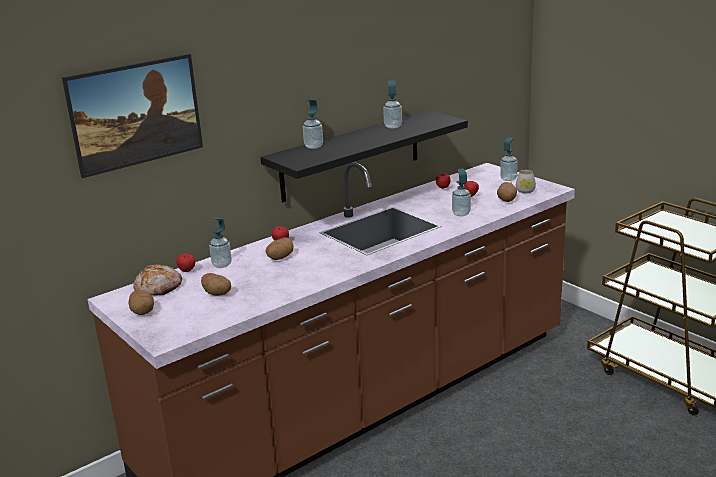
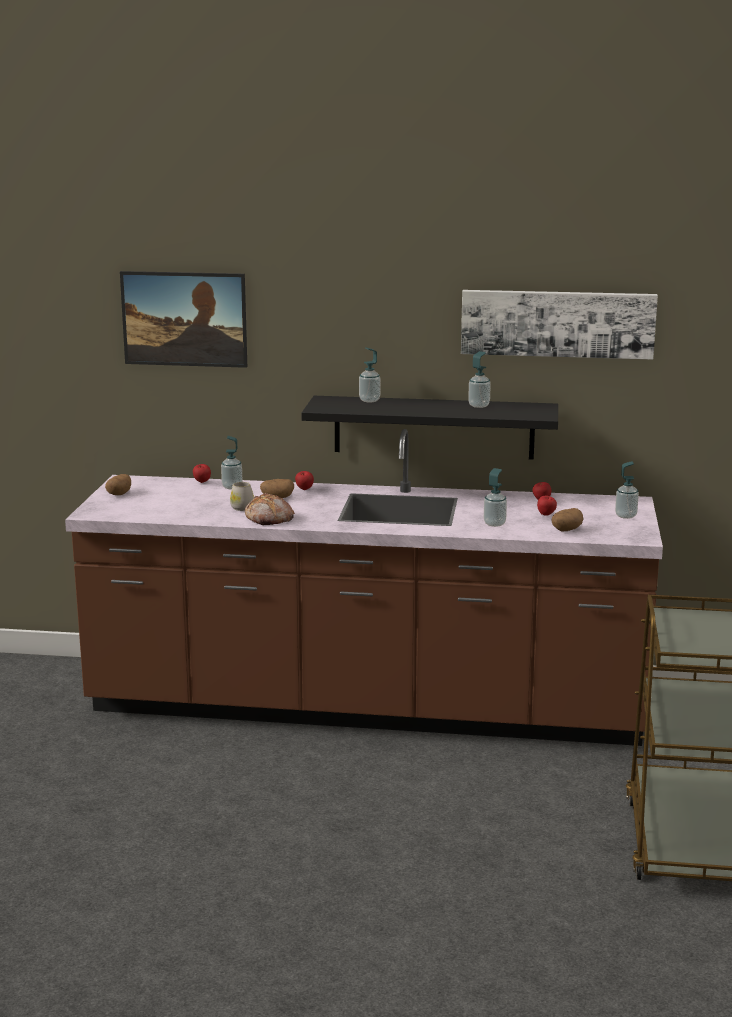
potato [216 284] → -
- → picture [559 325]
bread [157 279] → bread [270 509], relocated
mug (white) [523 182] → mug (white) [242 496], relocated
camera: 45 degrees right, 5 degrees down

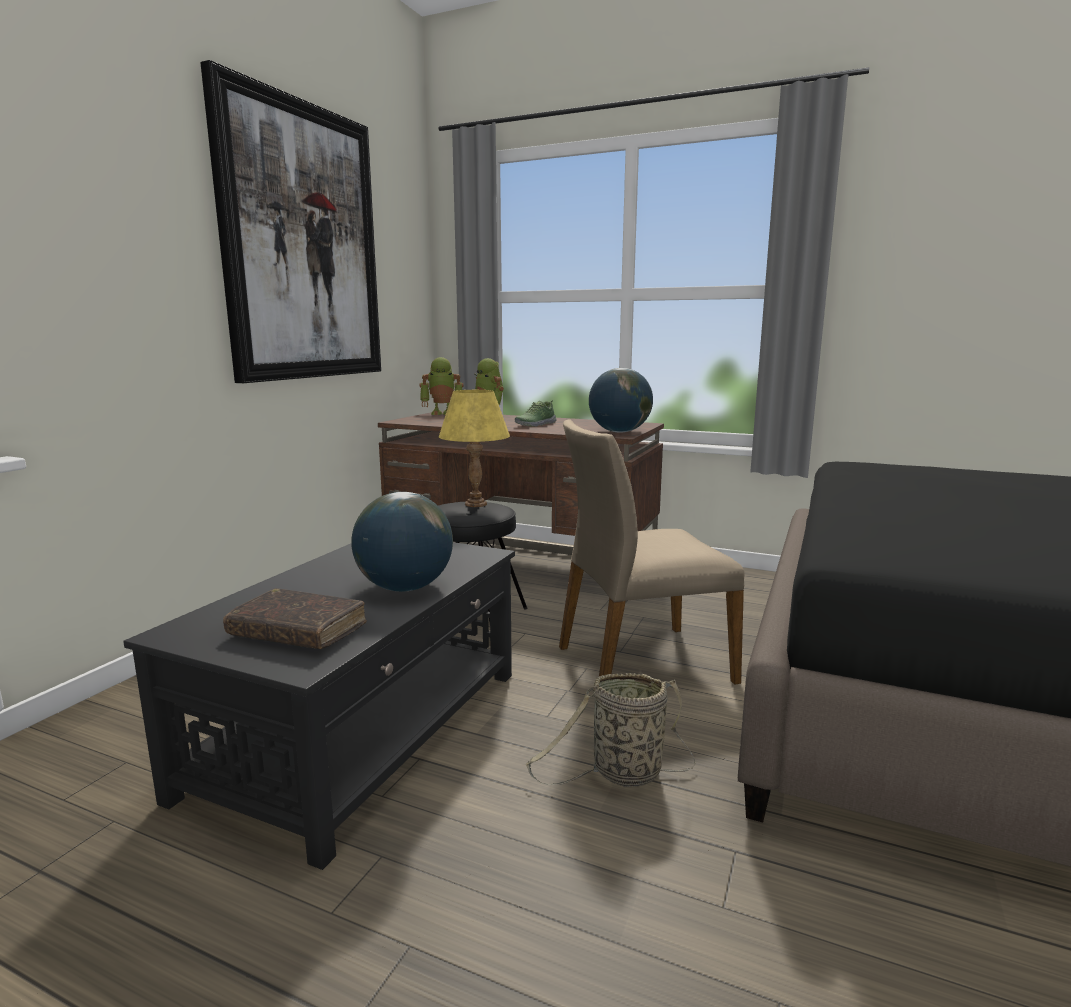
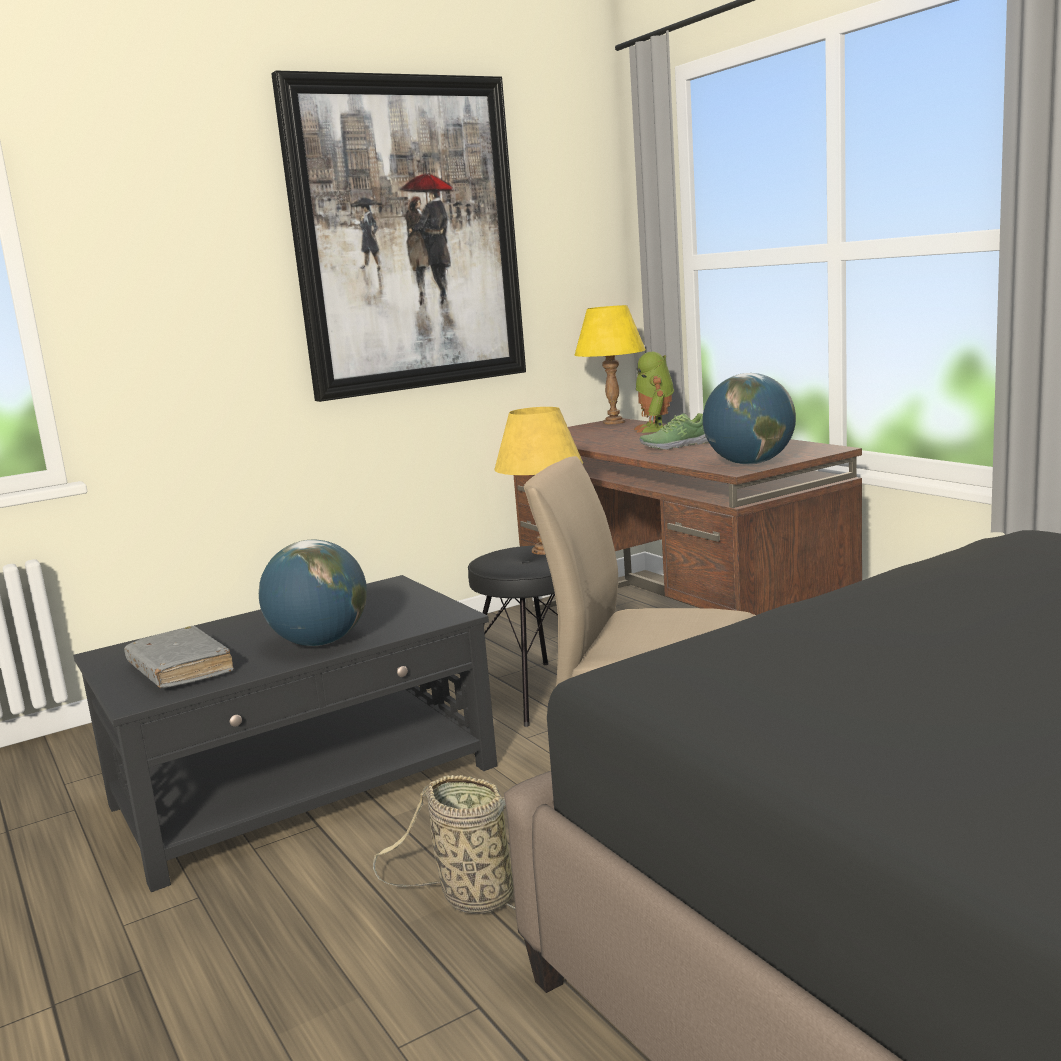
toy robot [441 386] → table lamp (yellow) [610 364]
book (brown) [295 618] → book (grey) [179 657]
camera: 35 degrees right, 0 degrees up

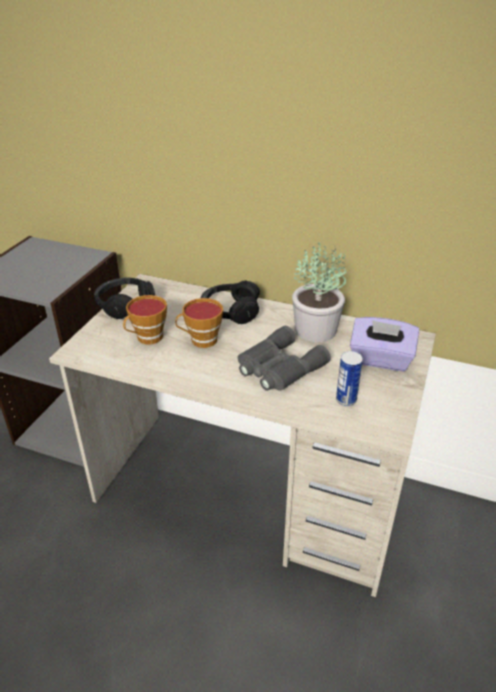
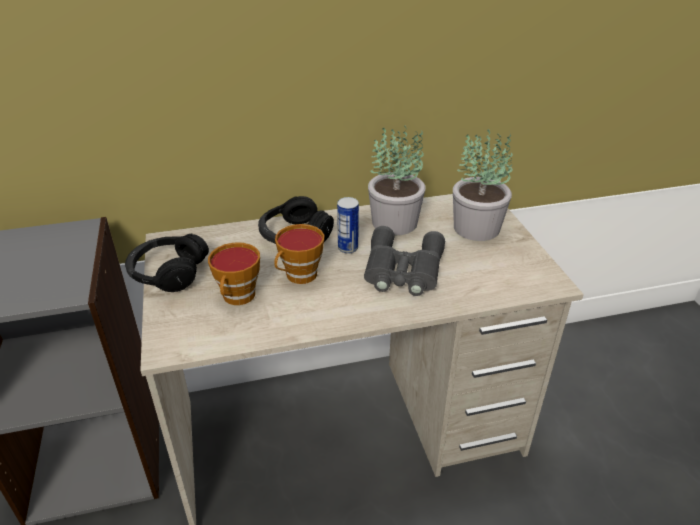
can [349 378] → can [348 225], relocated
tissue box (purple) [384 344] → potted plant [483 185]
camera: 35 degrees left, 0 degrees up

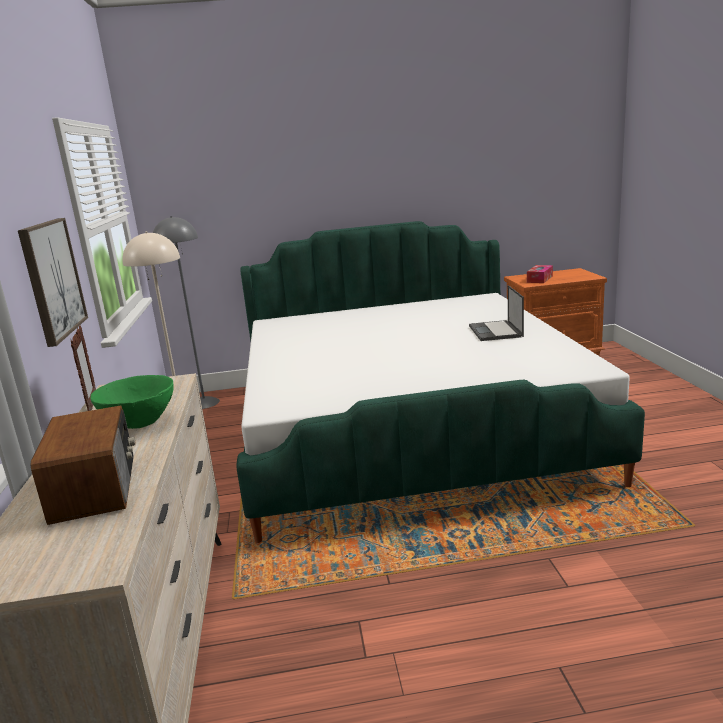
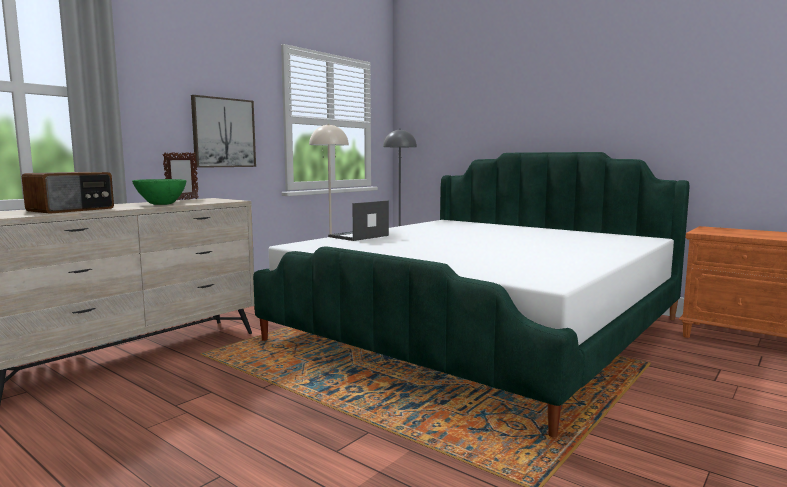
tissue box [540 274] → -
laptop [496 313] → laptop [358 221], relocated
camera: 45 degrees right, 10 degrees down

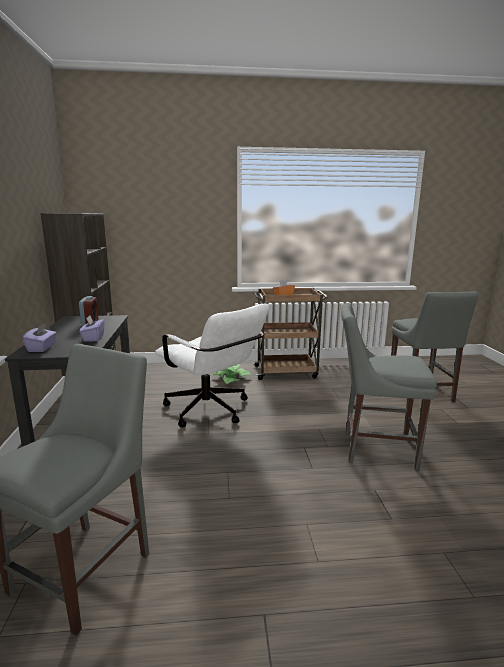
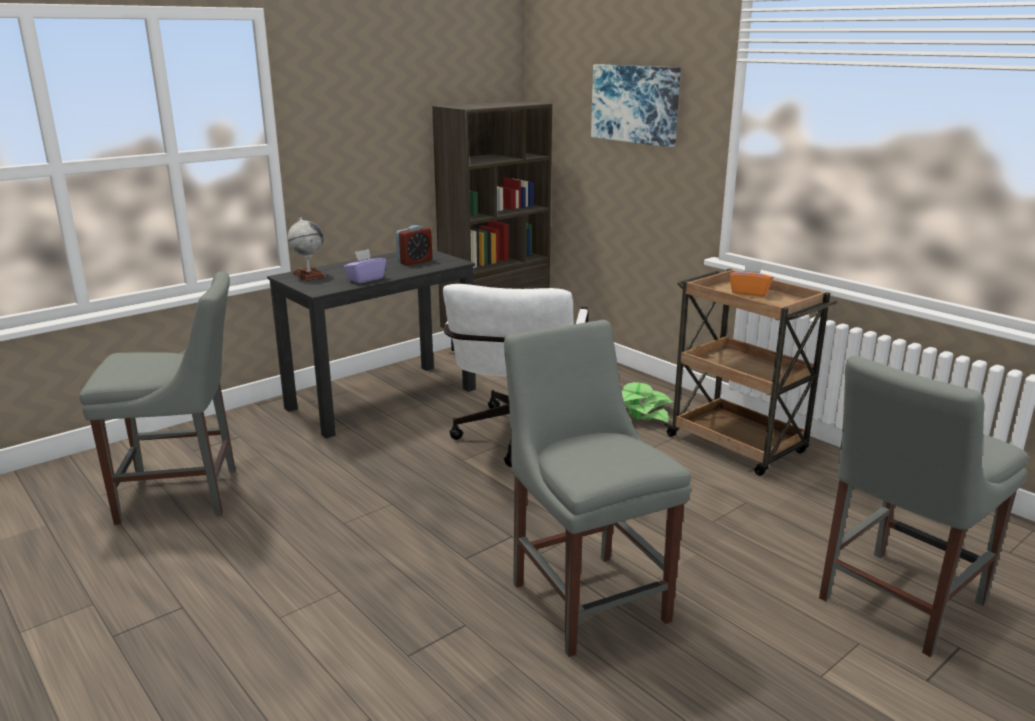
- → picture [636 105]
tissue box (purple) [39 337] → globe [307 249]
camera: 55 degrees right, 5 degrees up

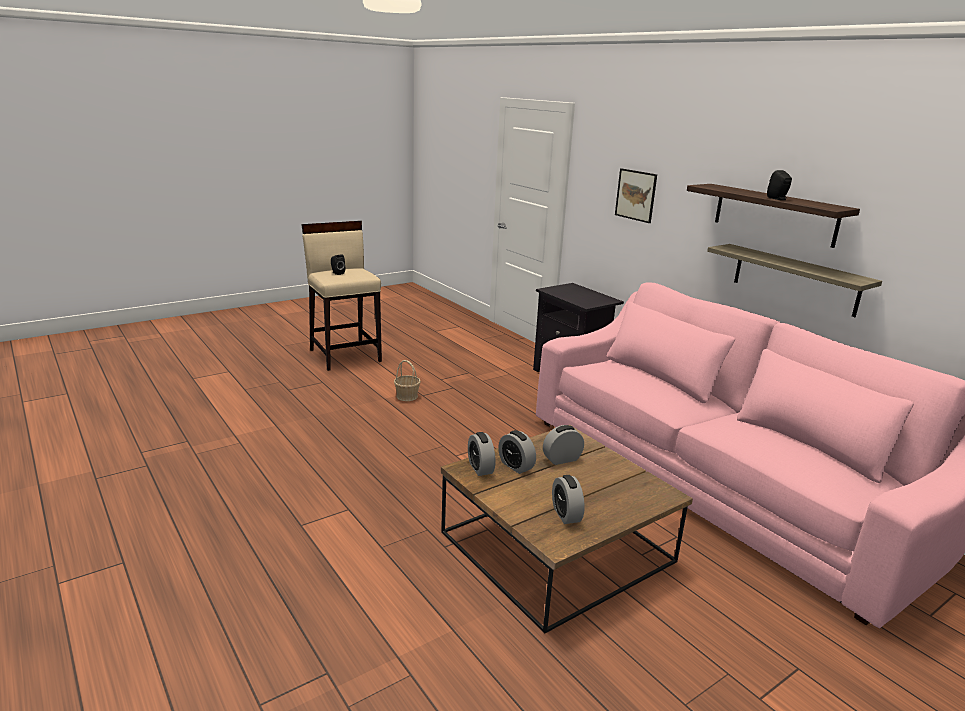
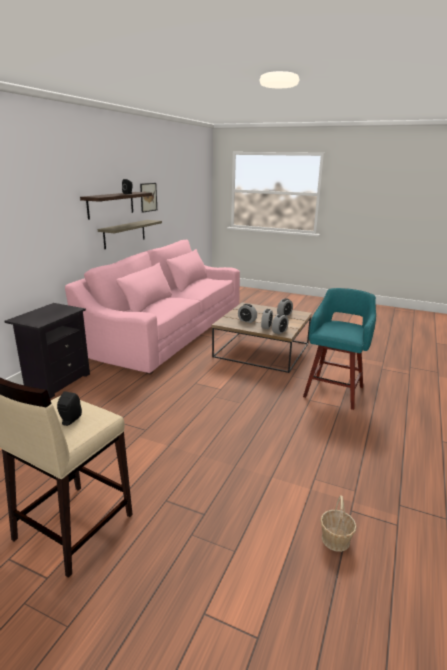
- → stool (turquoise) [339 349]
basket [407 380] → basket [338 523], relocated
picture [636 195] → picture [148 198], relocated
camera: 120 degrees left, 0 degrees up

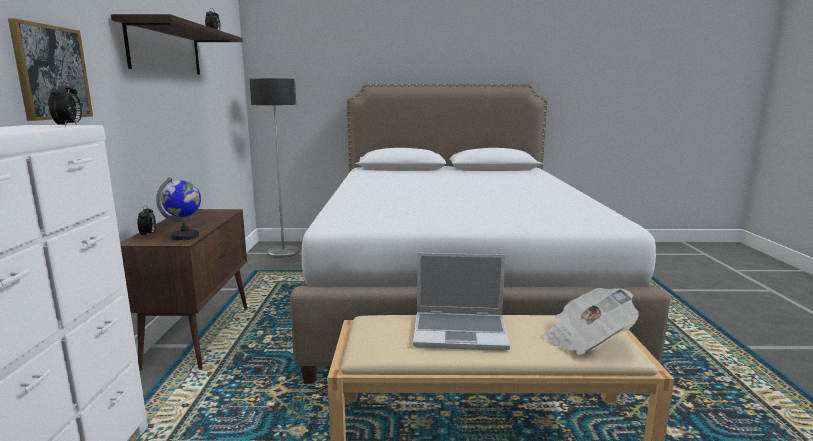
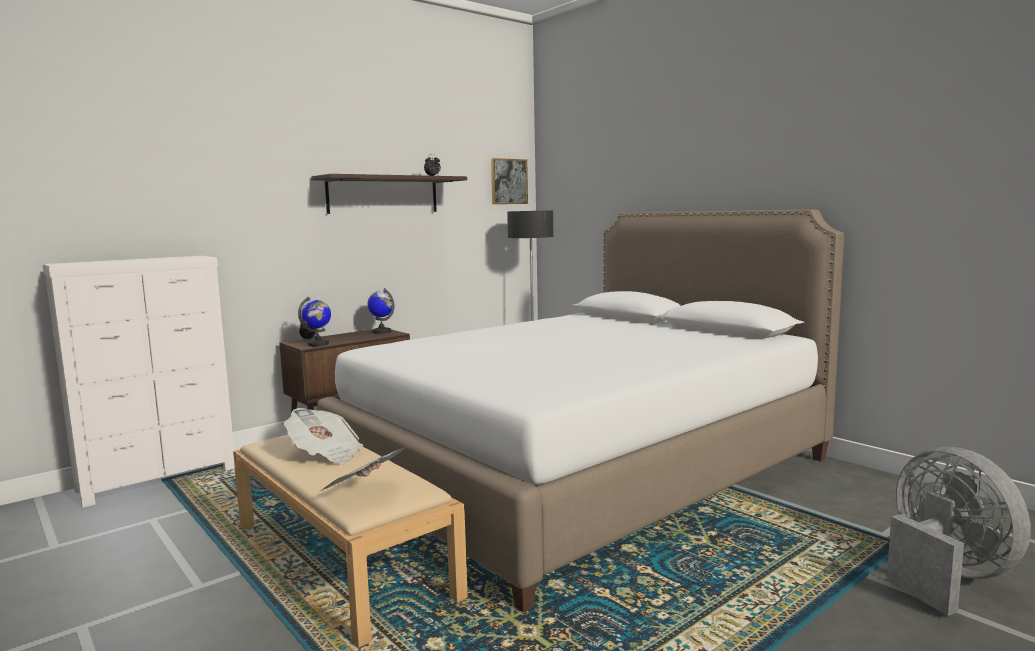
alarm clock [65 103] → -
- → globe [380 311]
- → fan (grey) [959 531]
picture [50 69] → picture [509 181], relocated
laptop [461 302] → newspaper [324 436]
camera: 50 degrees right, 5 degrees down

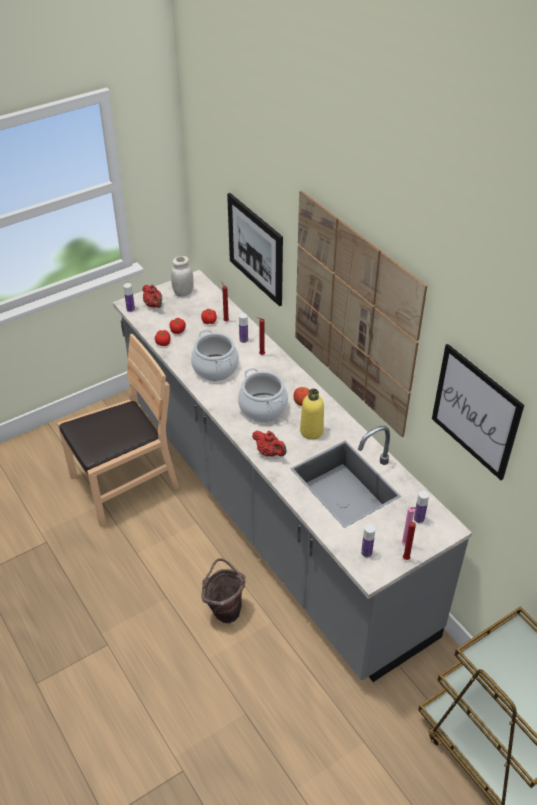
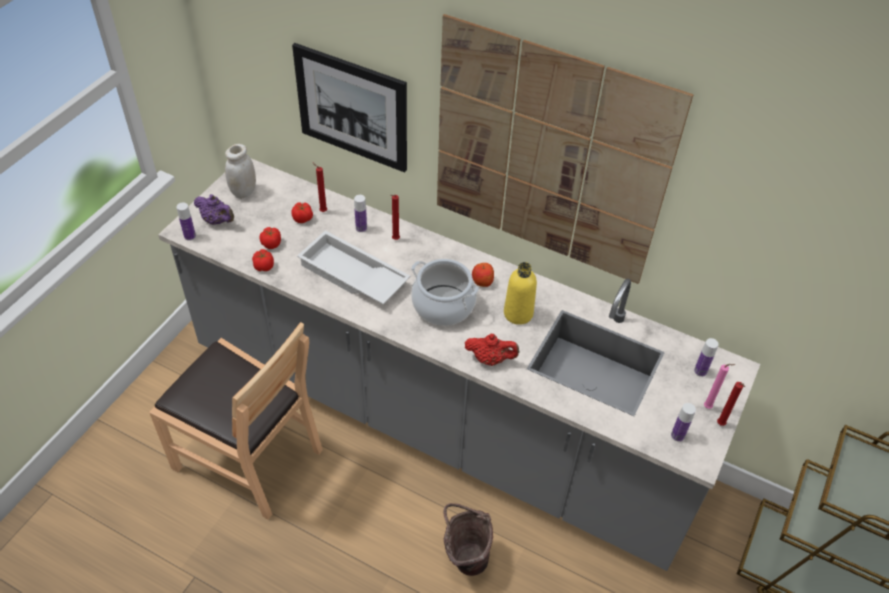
picture [478 412] → -
cooking pot [215 355] → tray (white) [354 267]
teapot (red) [152 296] → teapot (purple) [214 209]
chair (brown) [118 430] → chair (brown) [236 420], 90 degrees clockwise
camera: 30 degrees left, 5 degrees up

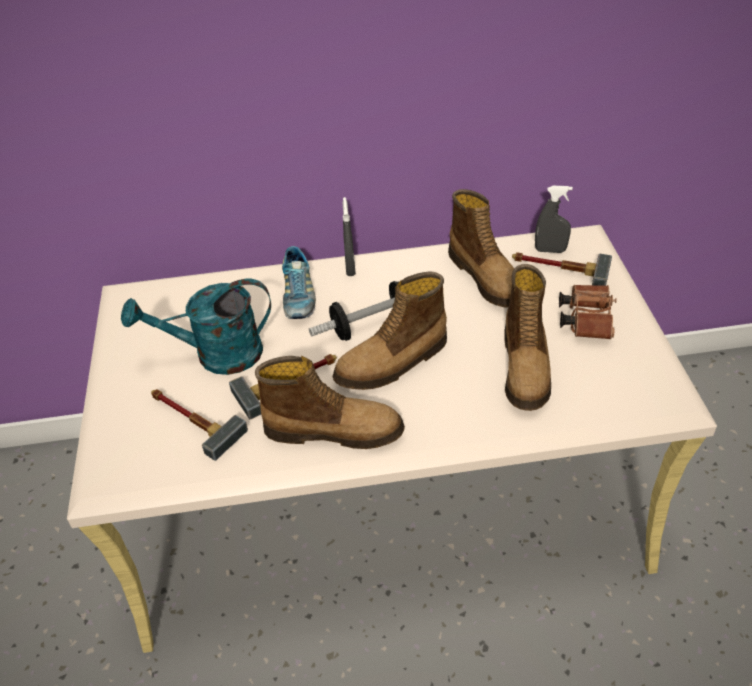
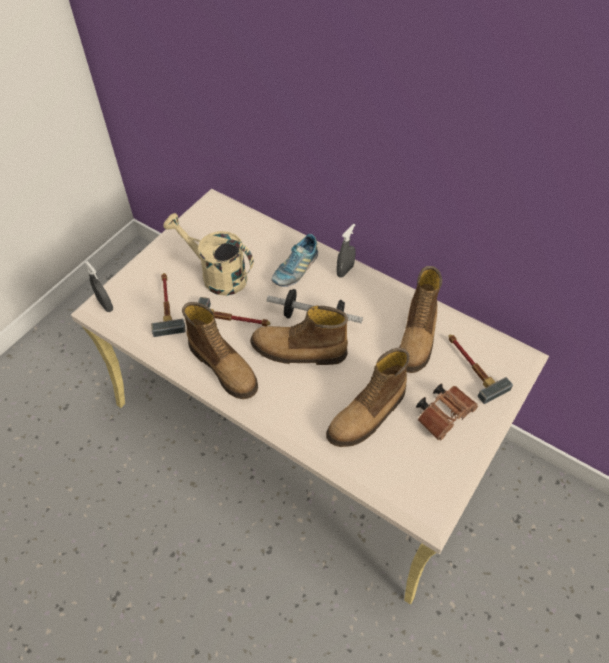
spray bottle (grey) [554 219] → spray bottle (grey) [99 286], relocated
watering can (turquoise) [196 327] → watering can (beige) [208 254]
camera: 40 degrees right, 10 degrees up

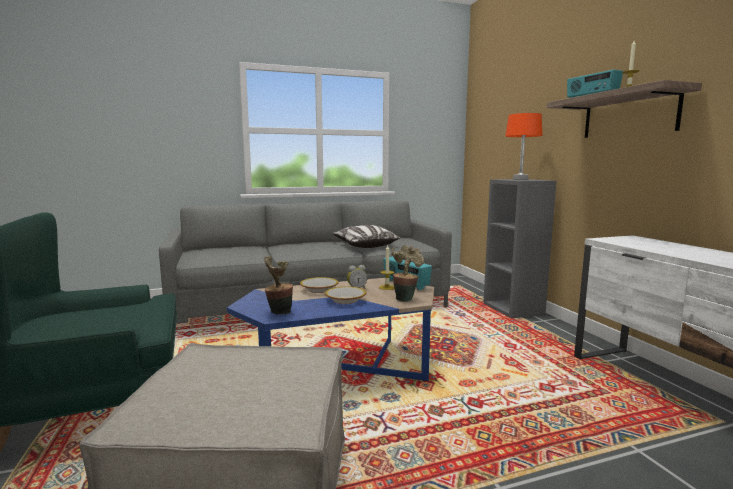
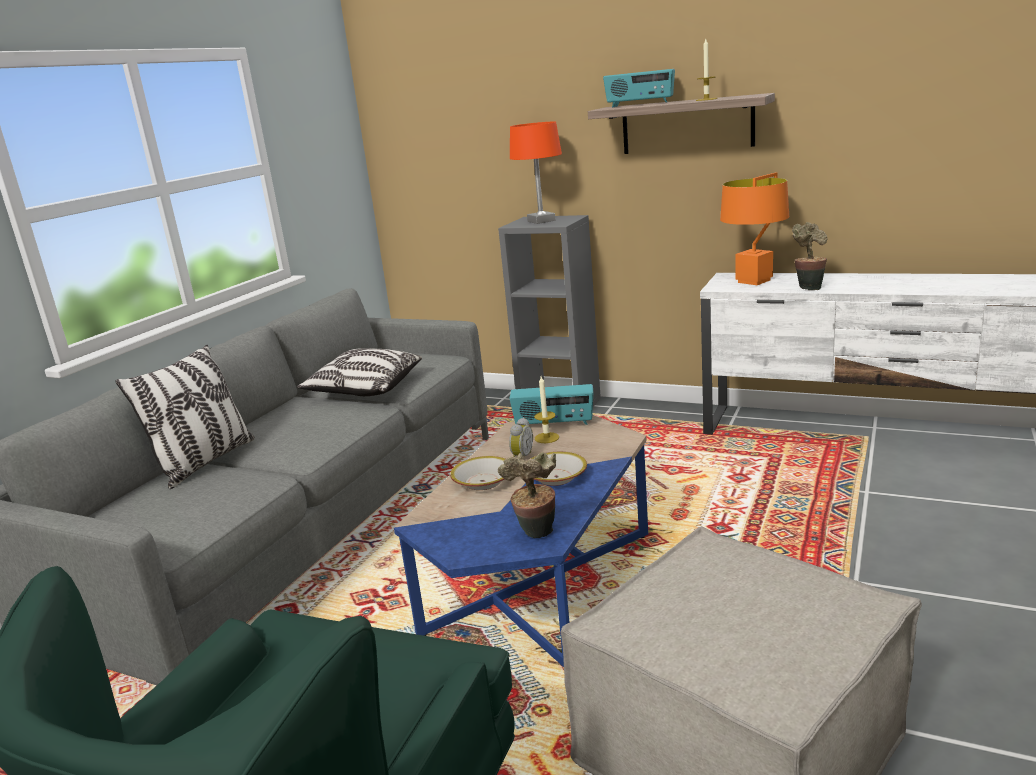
- → pillow [185 417]
- → table lamp (orange) [754 228]
potted plant [407 273] → potted plant [810 256], relocated
camera: 45 degrees left, 10 degrees up

